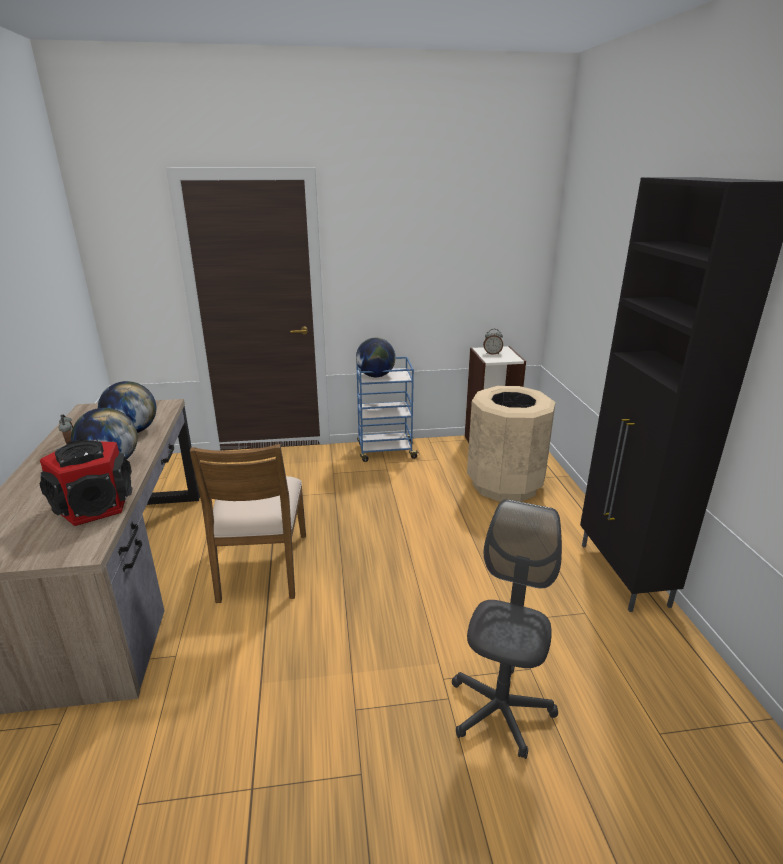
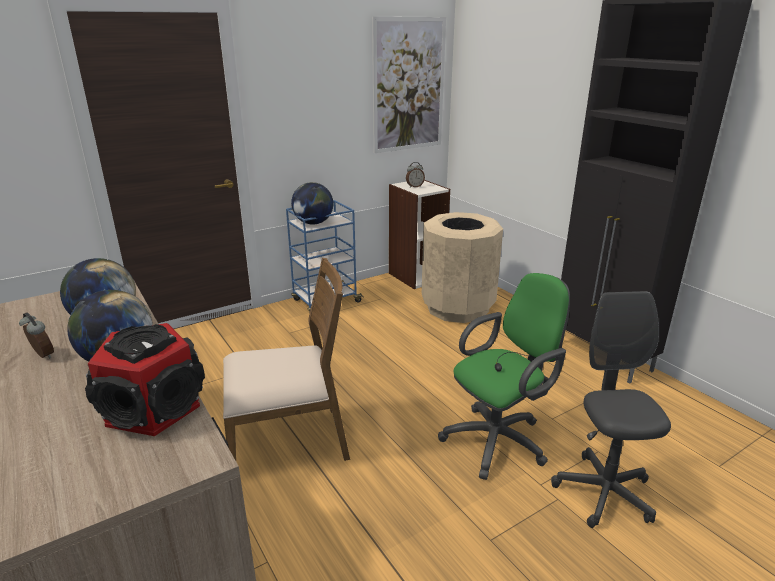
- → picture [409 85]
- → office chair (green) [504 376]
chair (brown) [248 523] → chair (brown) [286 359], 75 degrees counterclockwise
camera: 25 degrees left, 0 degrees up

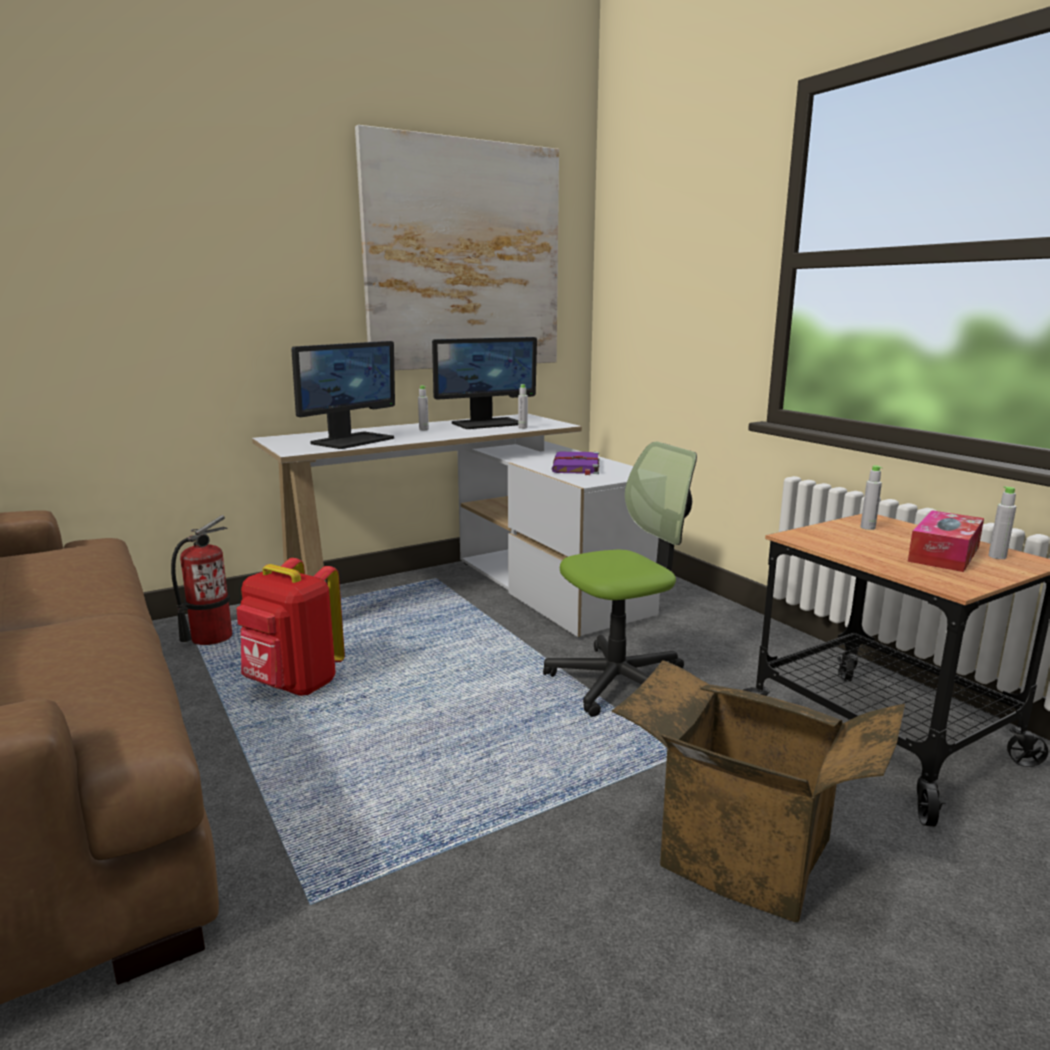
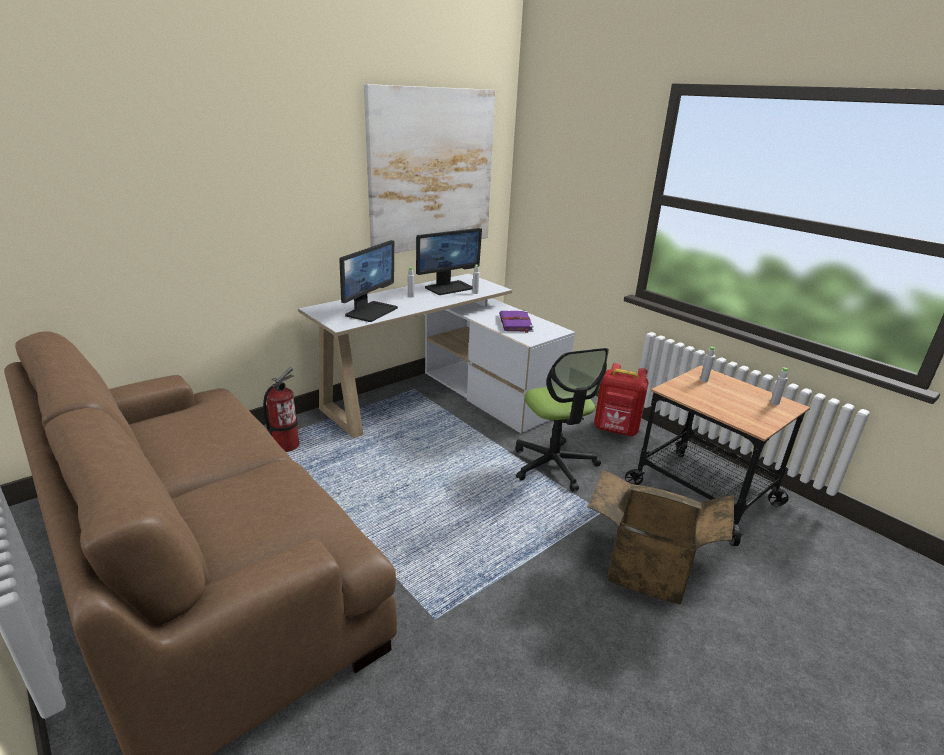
tissue box [946 541] → -
backpack (red) [291 627] → backpack (red) [621 399], relocated
office chair [620 579] → office chair [562 419], 105 degrees clockwise
camera: 10 degrees left, 10 degrees up

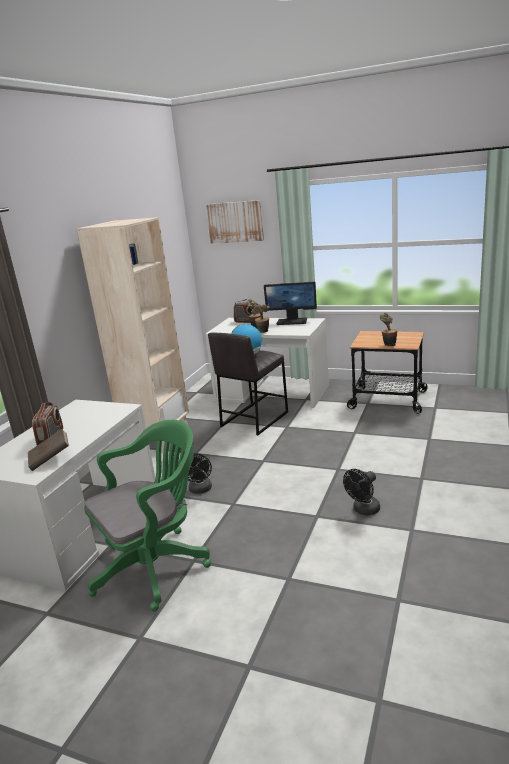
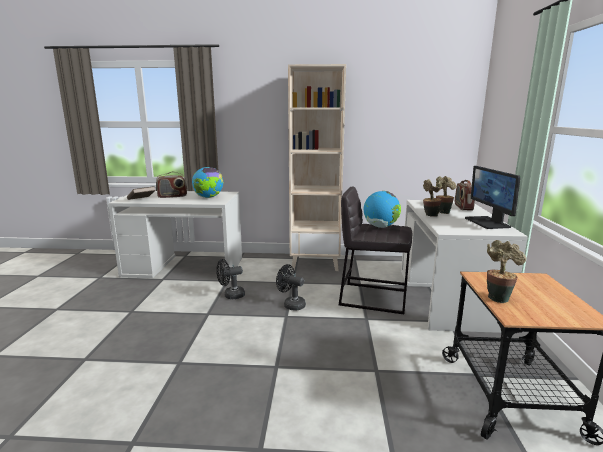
office chair (green) [147 515] → -
picture [235 221] → -
- → globe [208 182]
fan (black) [361 492] → fan (black) [291 287], relocated
camera: 70 degrees right, 5 degrees down

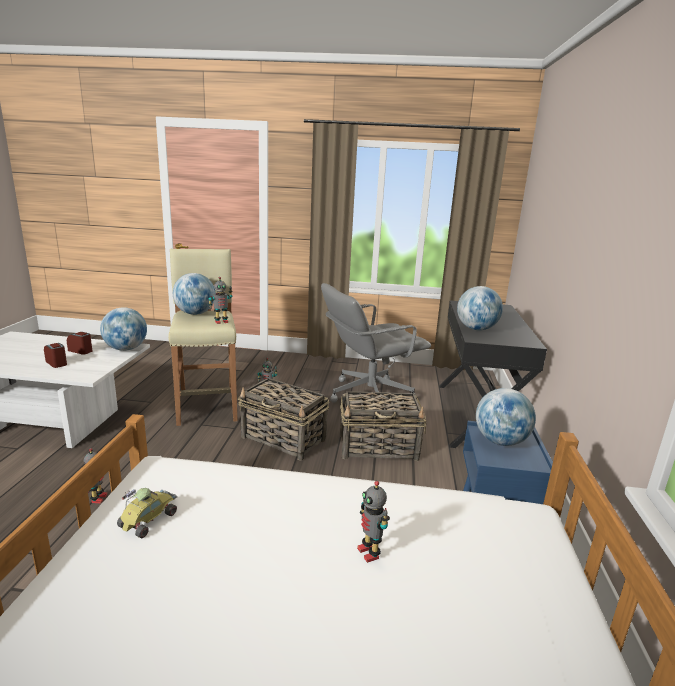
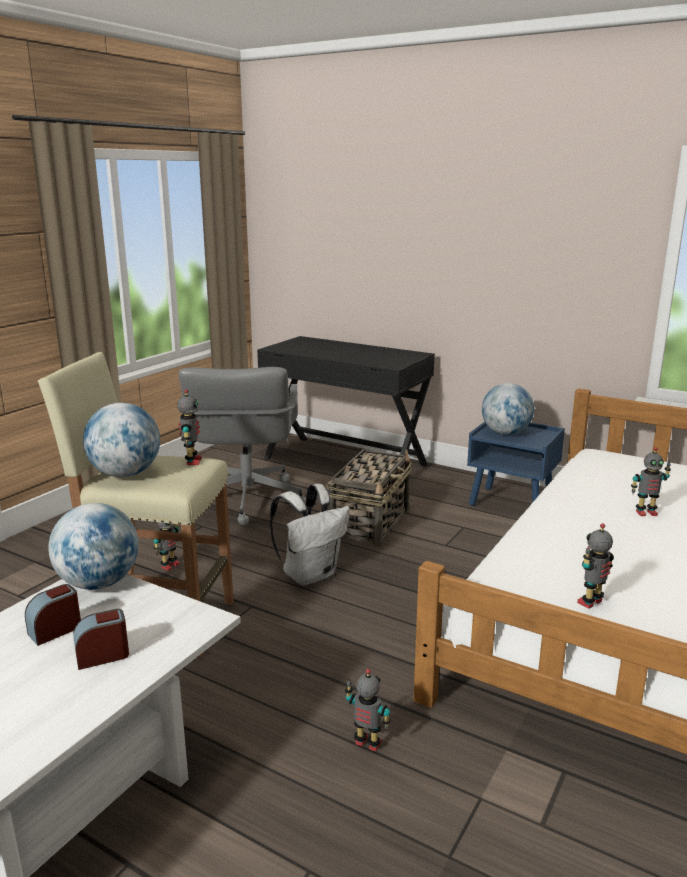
globe [480 308] → -
toy car [147 513] → toy robot [595 566]
basket [283 419] → backpack (white) [310 535]
camera: 65 degrees left, 0 degrees up

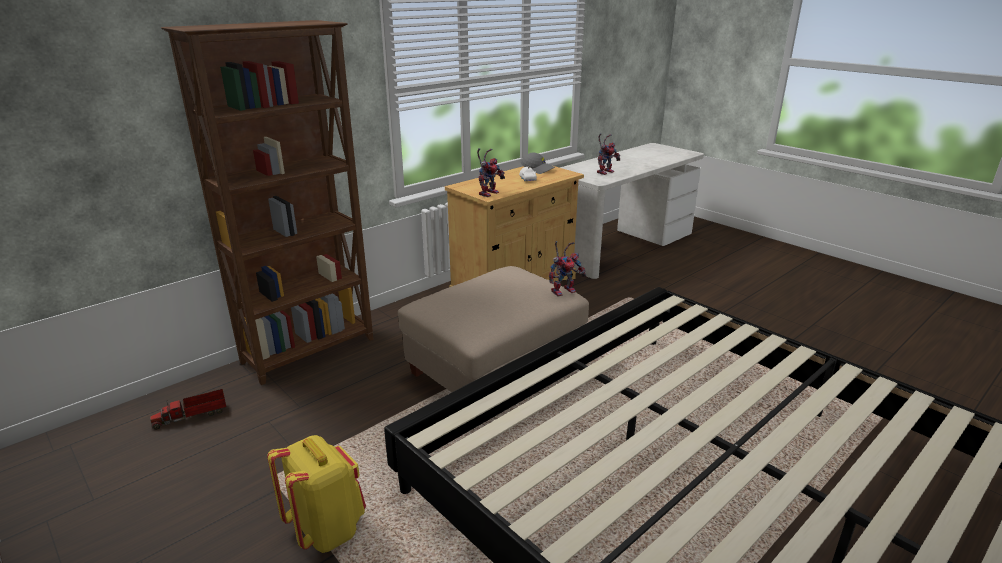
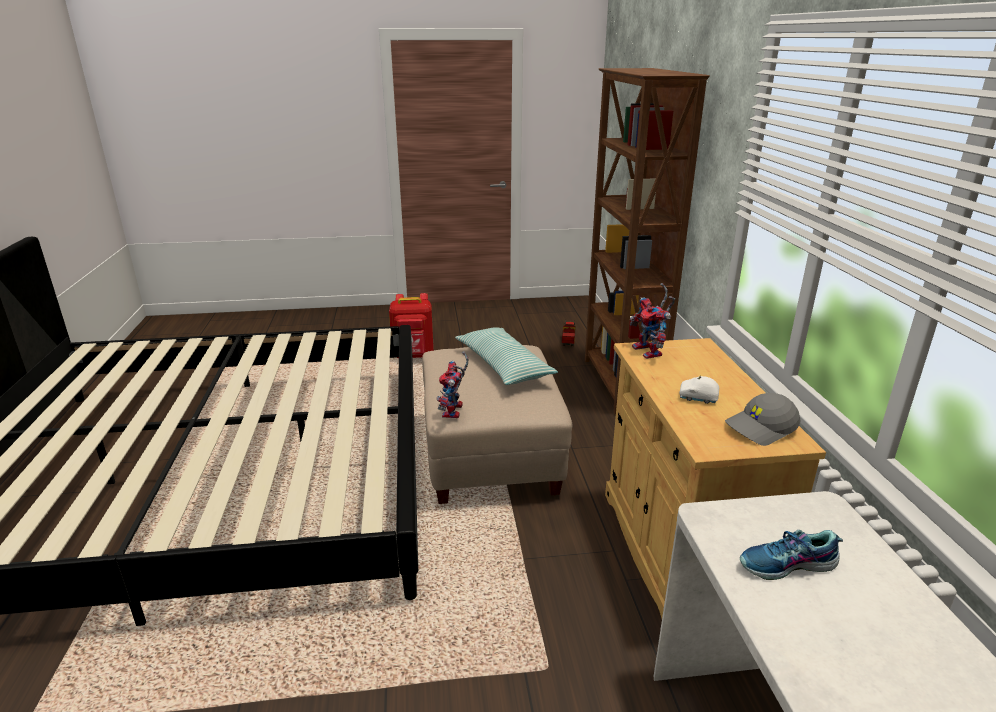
- → pillow [506 356]
toy robot [608 154] → shoe [791 555]
backpack (yellow) [316 494] → backpack (red) [411 325]
camera: 125 degrees right, 0 degrees up

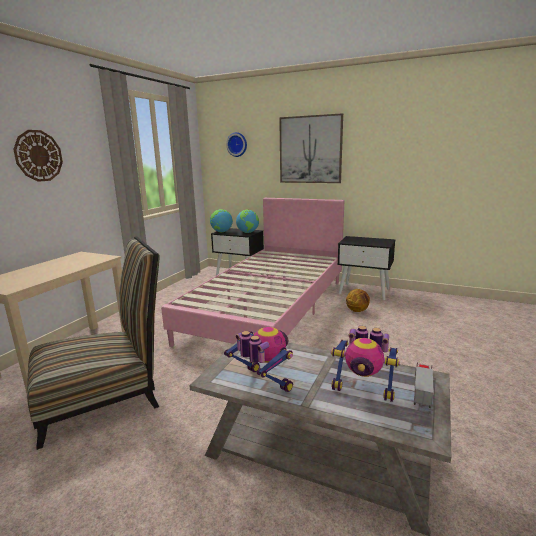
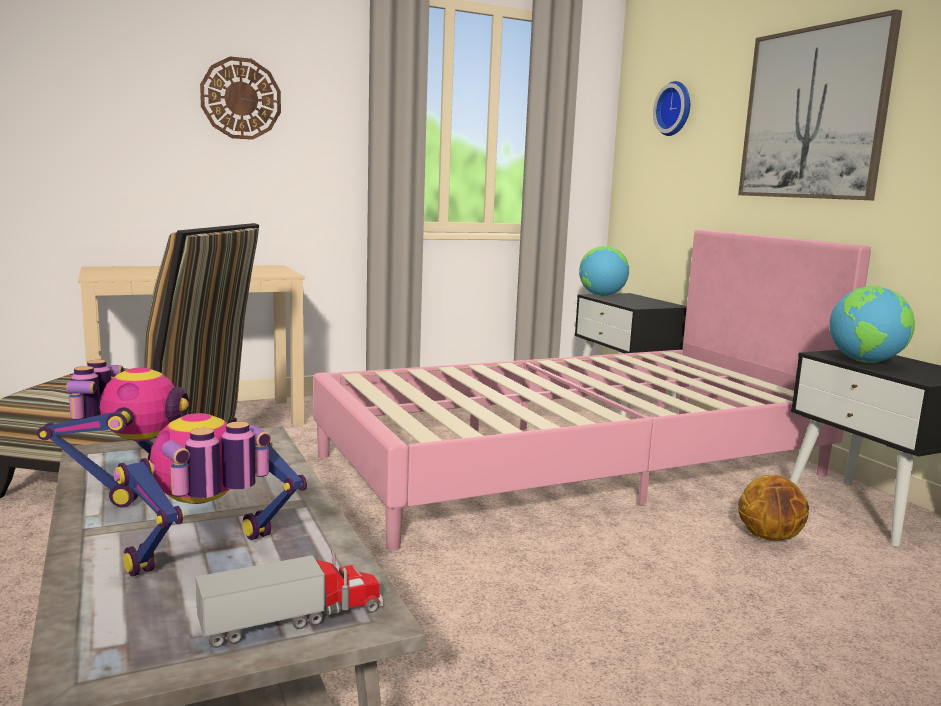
globe [247 221] → globe [872 324], relocated
toy robot [365 364] → toy robot [210 495], 75 degrees clockwise
camera: 40 degrees right, 5 degrees down

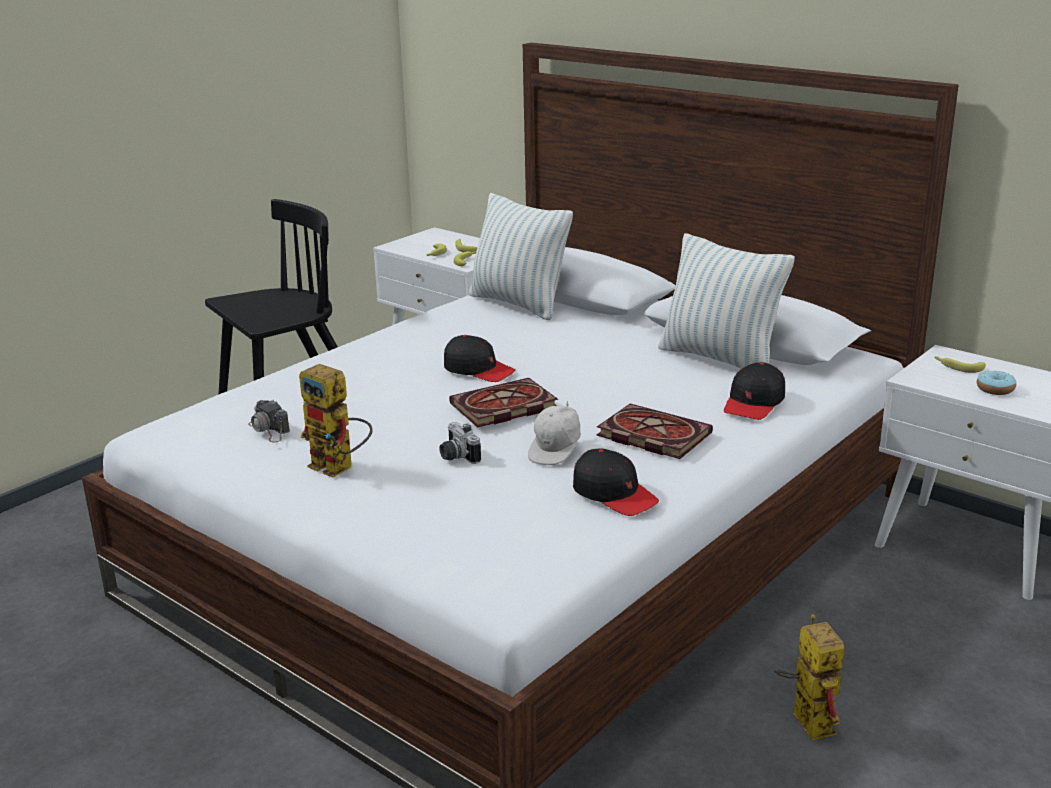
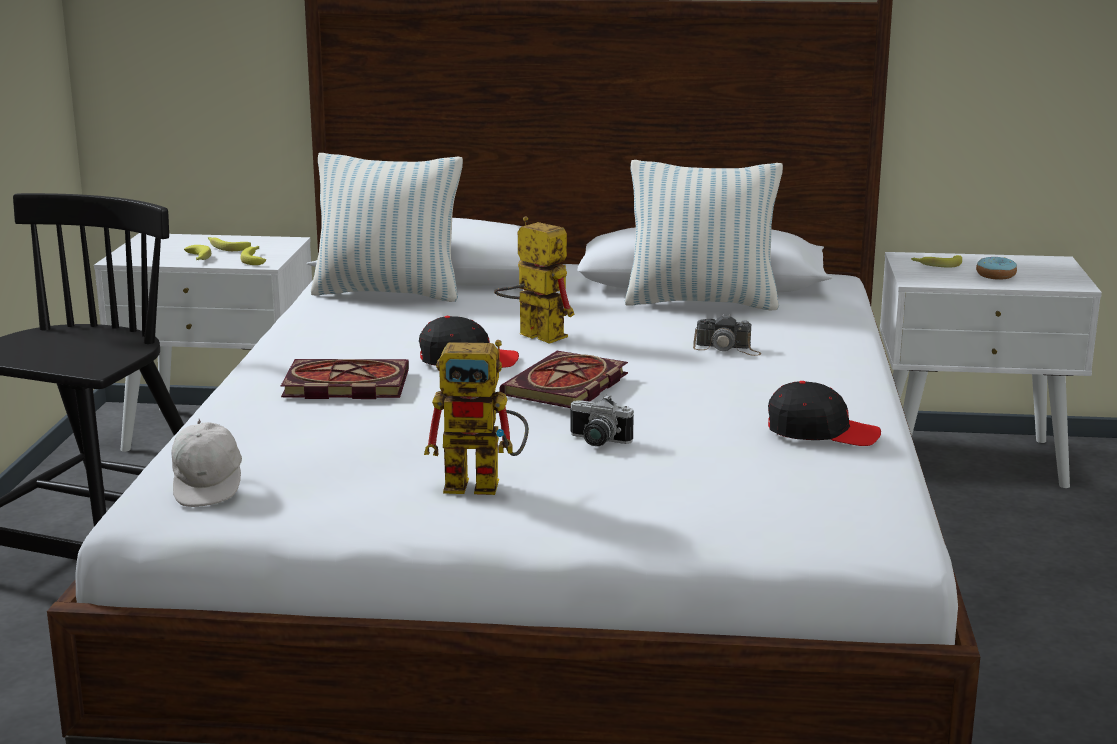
cap (black) [754 391] → -
photo camera [269 421] → photo camera [727 335], relocated
cap (white) [554 433] → cap (white) [207 462], relocated
book [655 431] → book [345 379], relocated
toy robot [809 677] → toy robot [534 280], relocated
camera: 35 degrees left, 5 degrees down

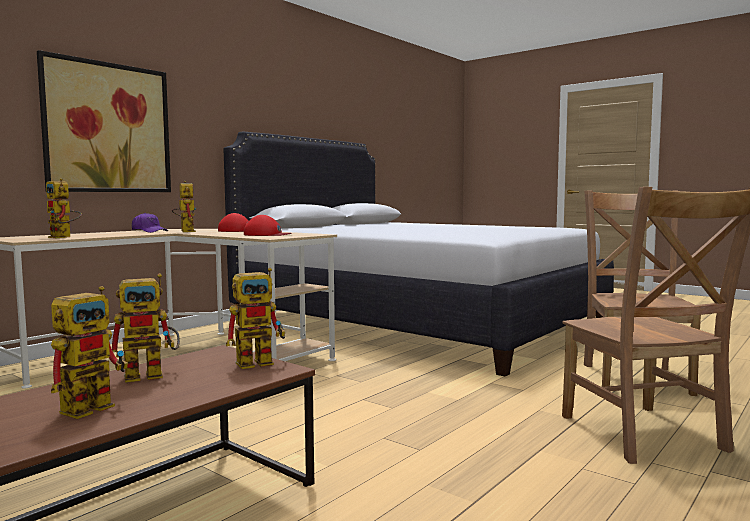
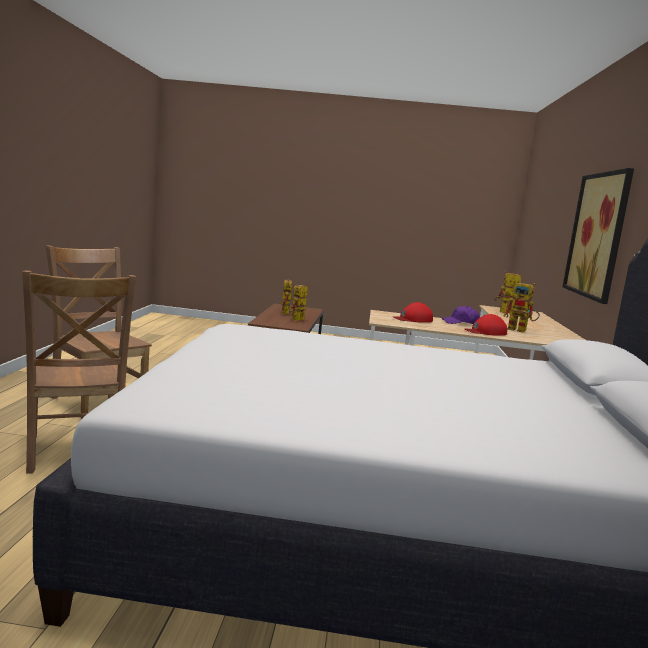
toy robot [256 318] → -
cap (purple) [150 223] → cap (purple) [461 315], relocated
camera: 145 degrees right, 5 degrees up

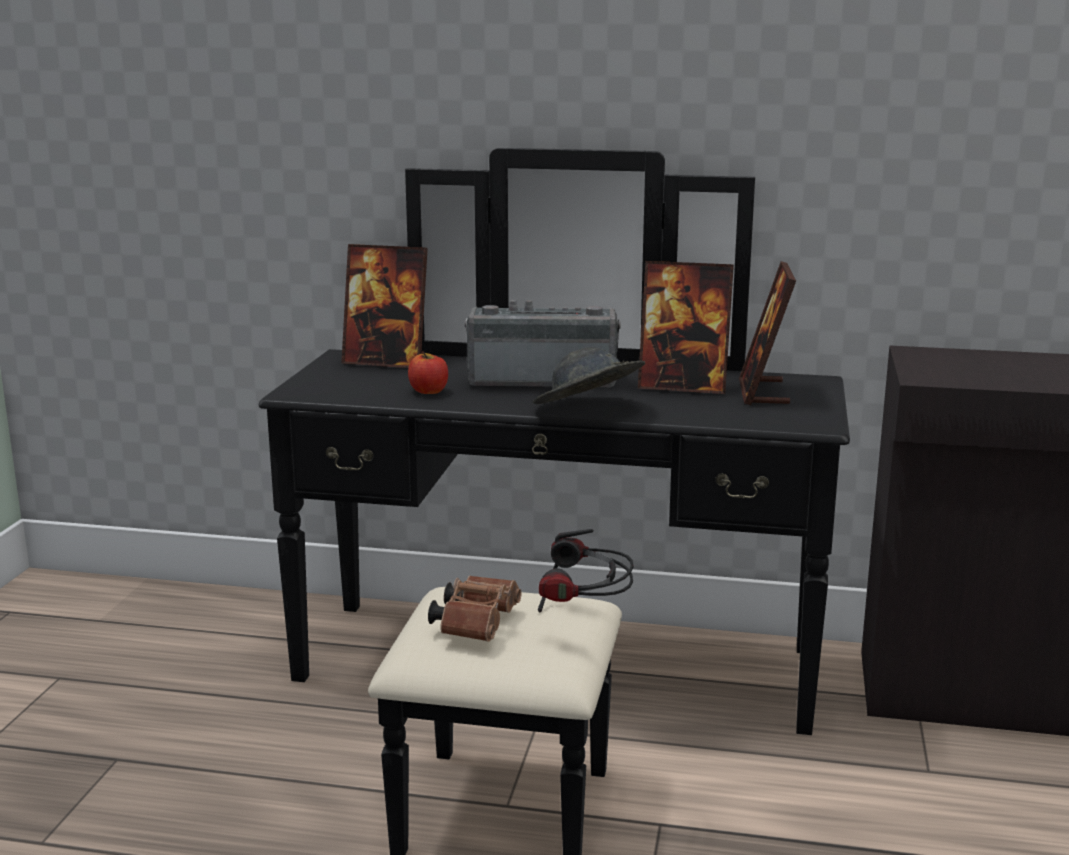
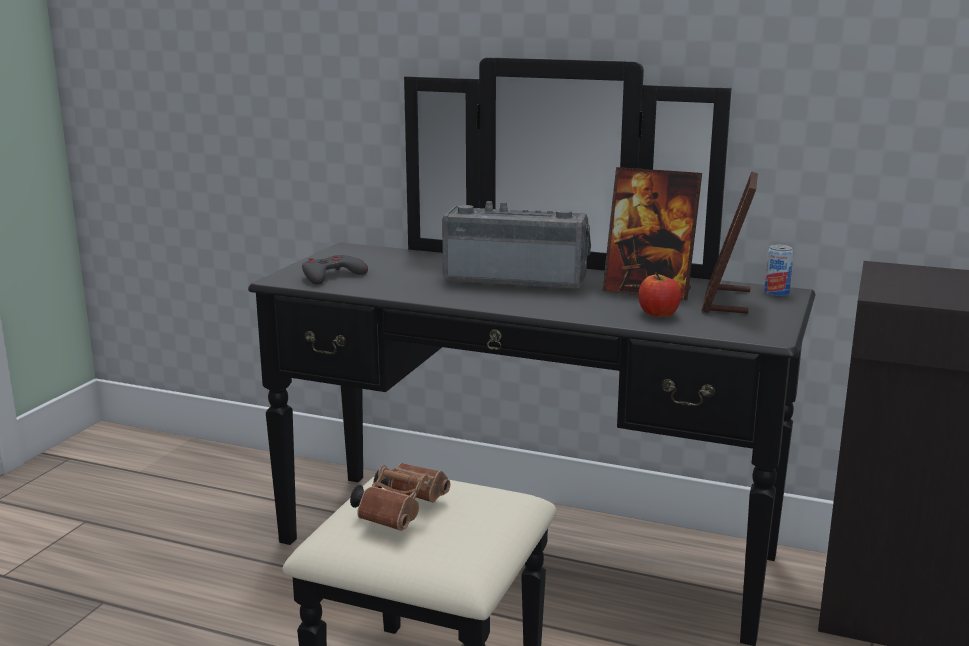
picture frame [384 306] → -
hat (grey) [589 376] → -
headphones [586 571] → -
- → game controller (grey) [335 269]
- → can [779 270]
apple [428 372] → apple [659 295], relocated
camera: 10 degrees right, 0 degrees up

